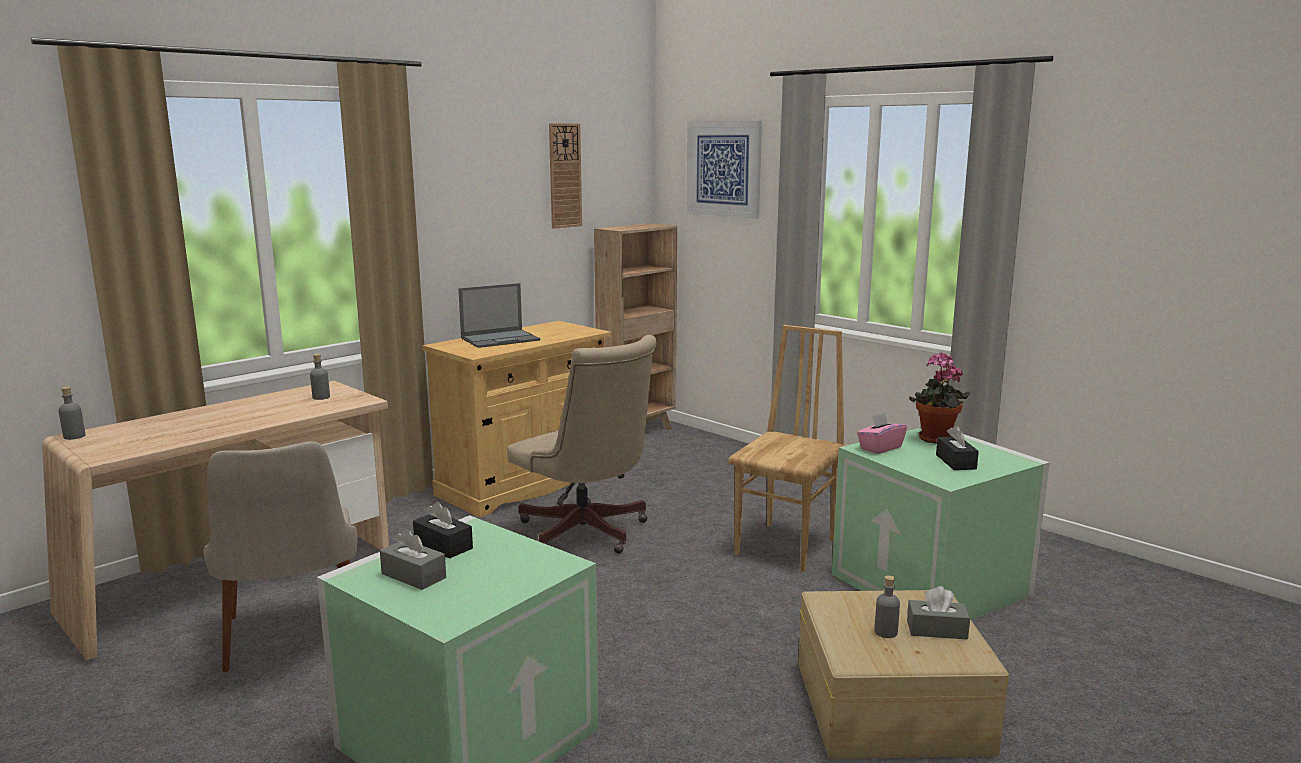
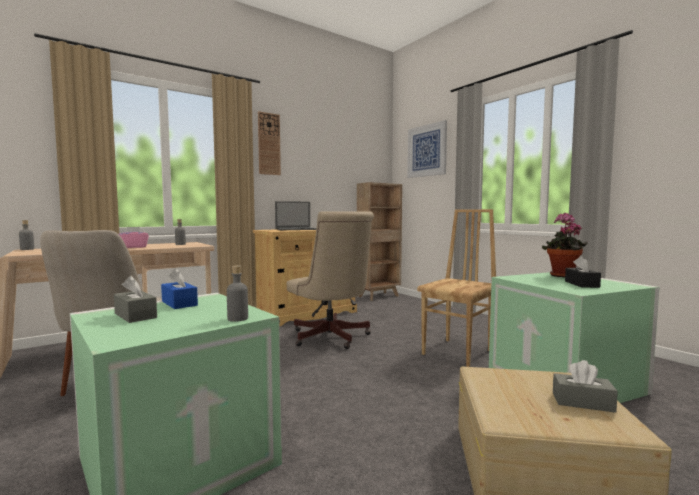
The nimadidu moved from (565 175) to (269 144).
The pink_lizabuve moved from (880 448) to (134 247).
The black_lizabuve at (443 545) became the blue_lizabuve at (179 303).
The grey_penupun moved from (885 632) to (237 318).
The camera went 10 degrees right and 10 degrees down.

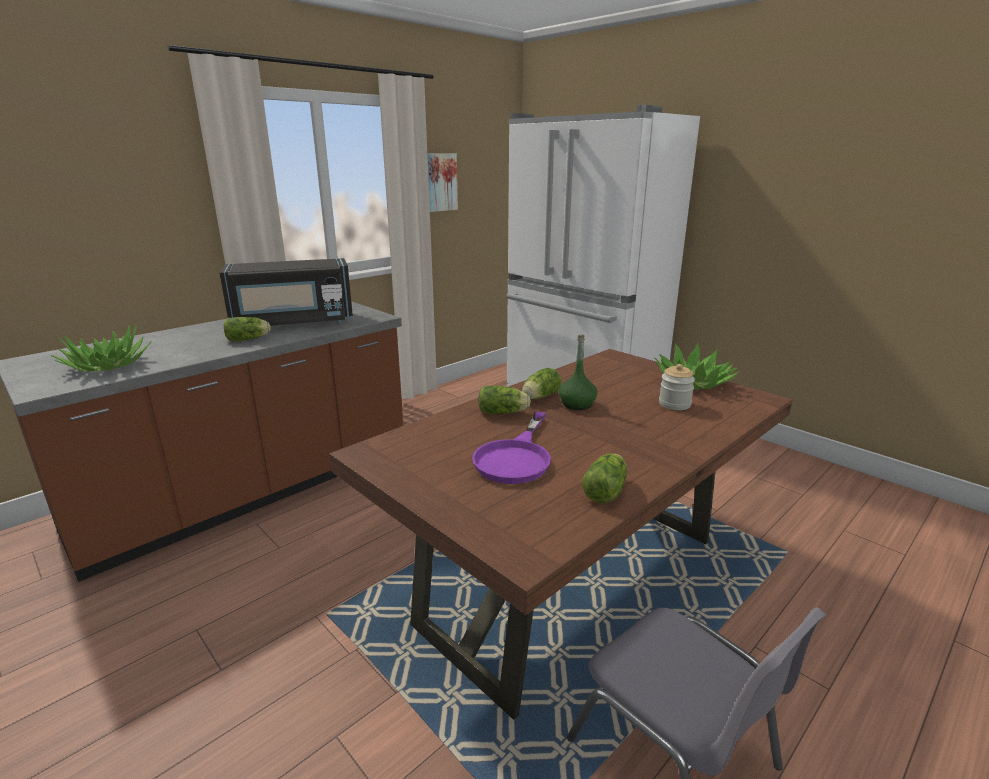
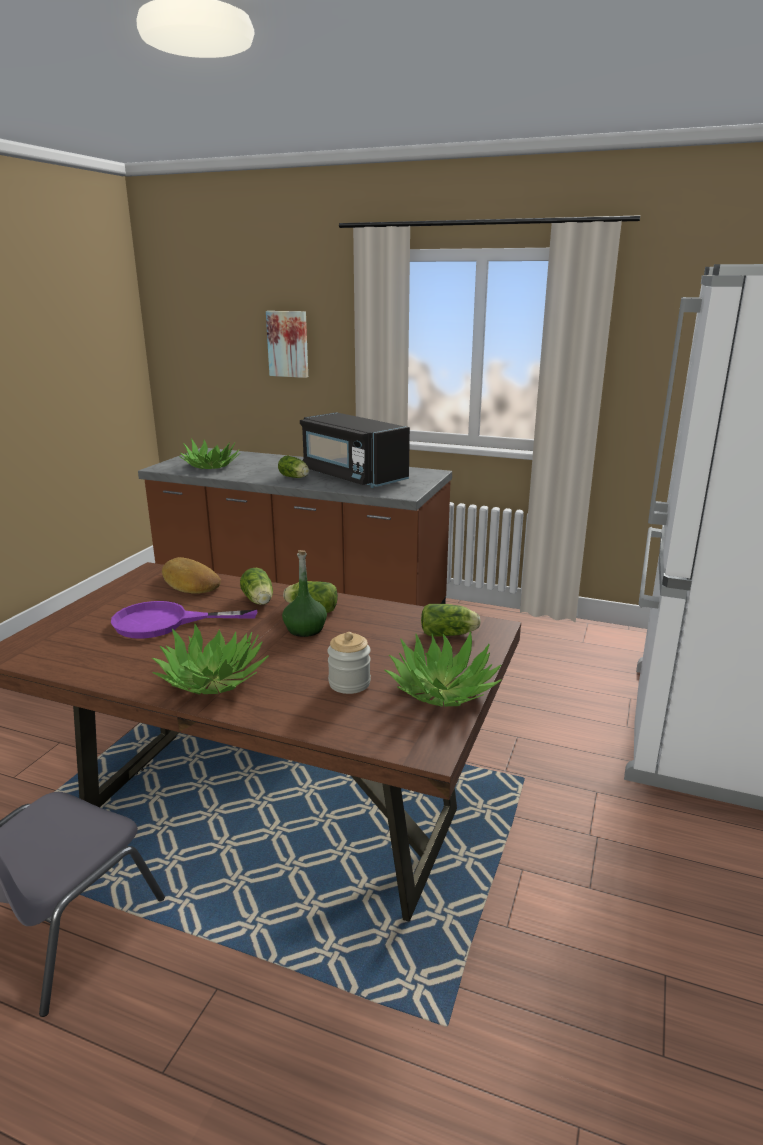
The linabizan moved from (440 182) to (288 344).
The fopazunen moved from (606 490) to (450 634).
The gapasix at (189 583) appeared.
The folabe at (213 679) appeared.
The camera went 65 degrees right and 0 degrees up.

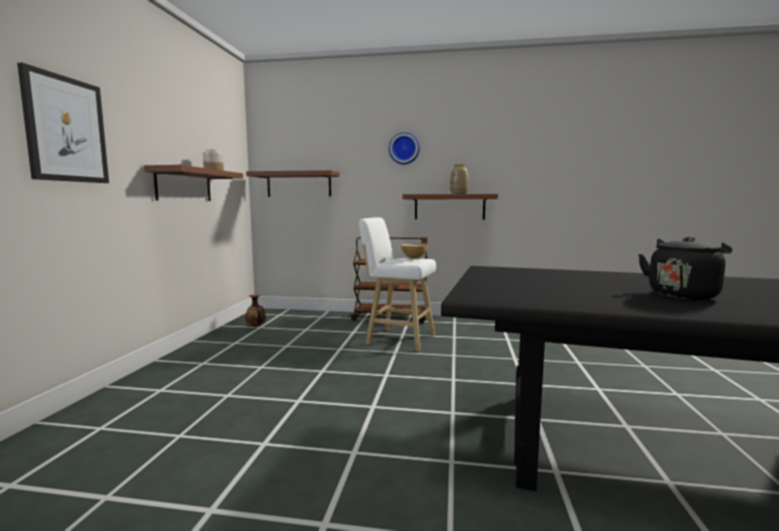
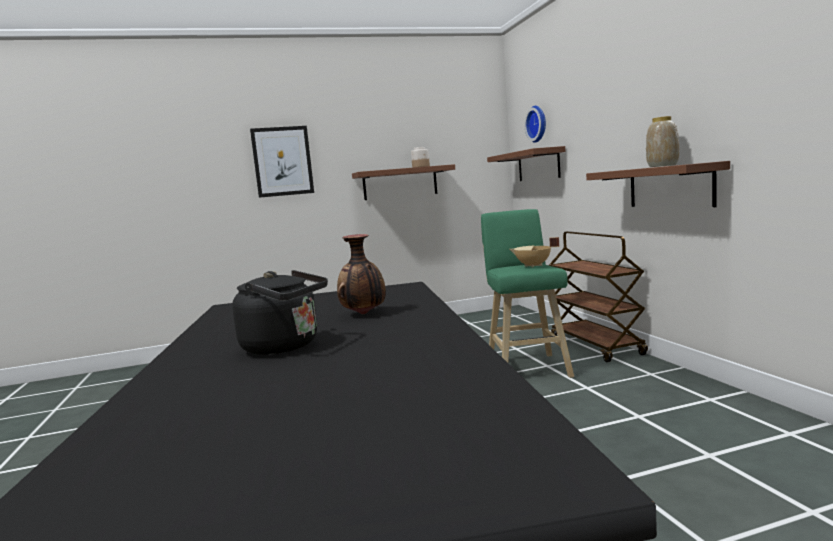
The nimadidu moved from (404 148) to (538 124).
The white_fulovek at (397 339) became the green_fulovek at (527 368).
The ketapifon moved from (256 326) to (364 314).
The camera went 65 degrees right and 0 degrees up.

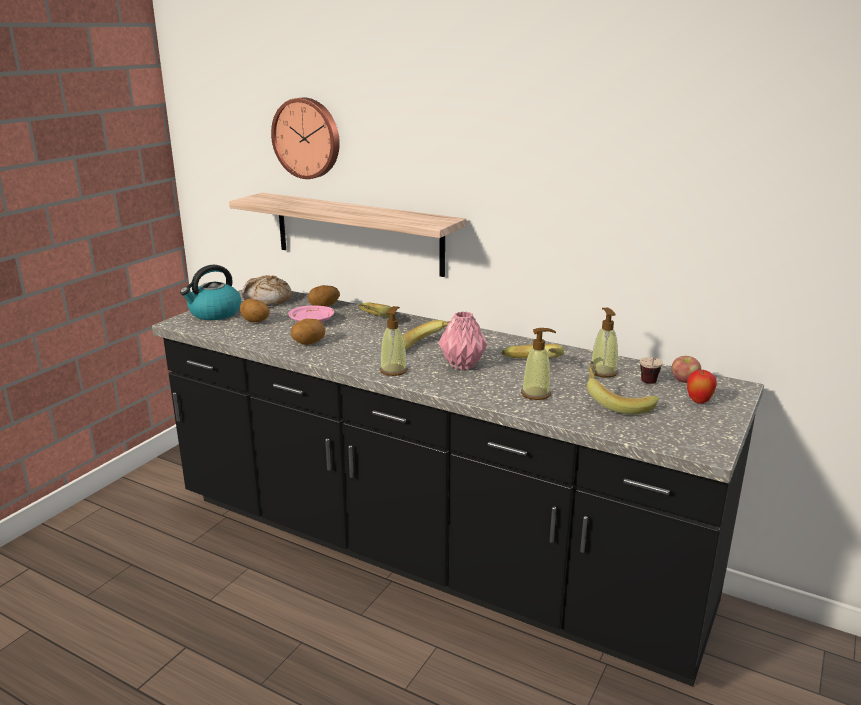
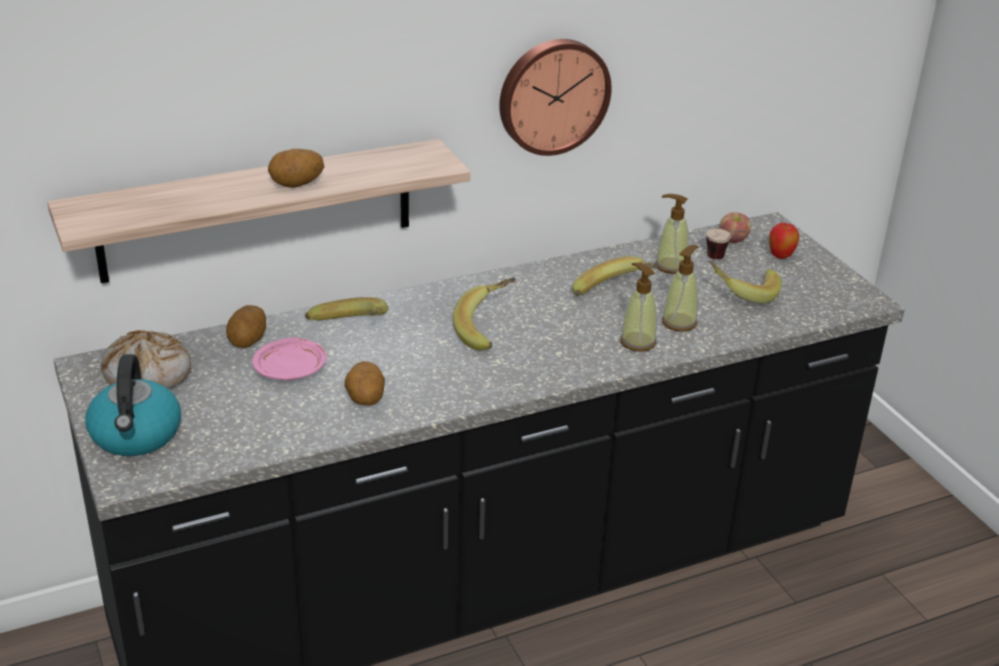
The nimadidu moved from (307 138) to (552 95).
The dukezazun moved from (255 322) to (297 185).
The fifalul moved from (393 370) to (637 342).
The pink_ketapifon at (463 365) disappeared.
The camera went 55 degrees left and 10 degrees up.

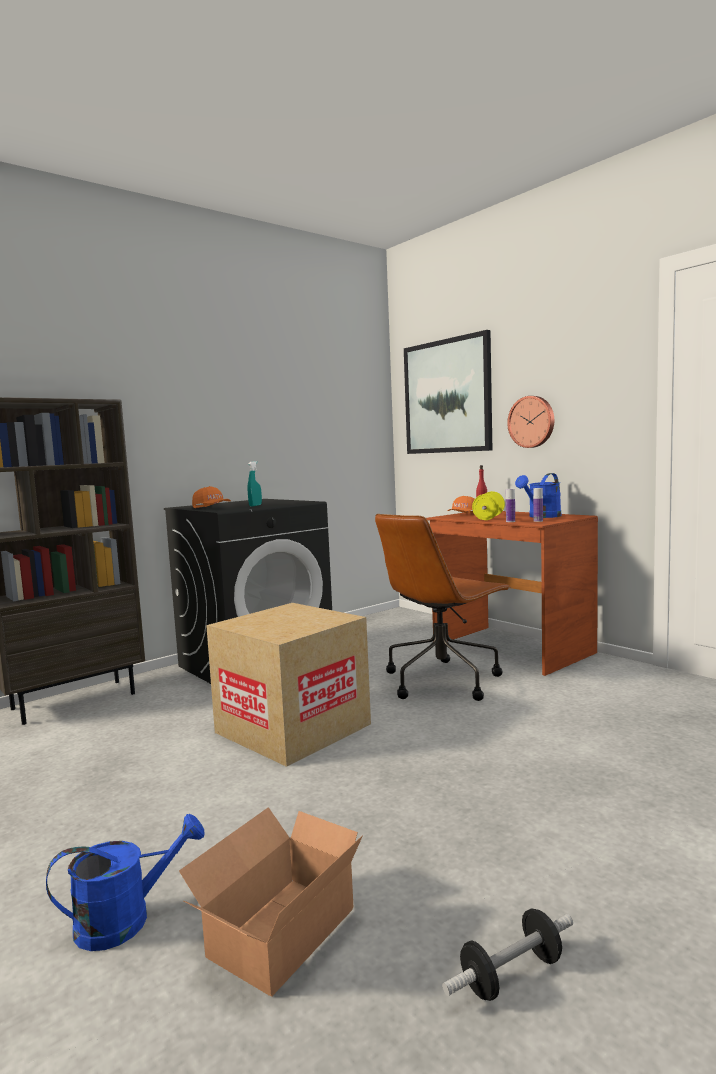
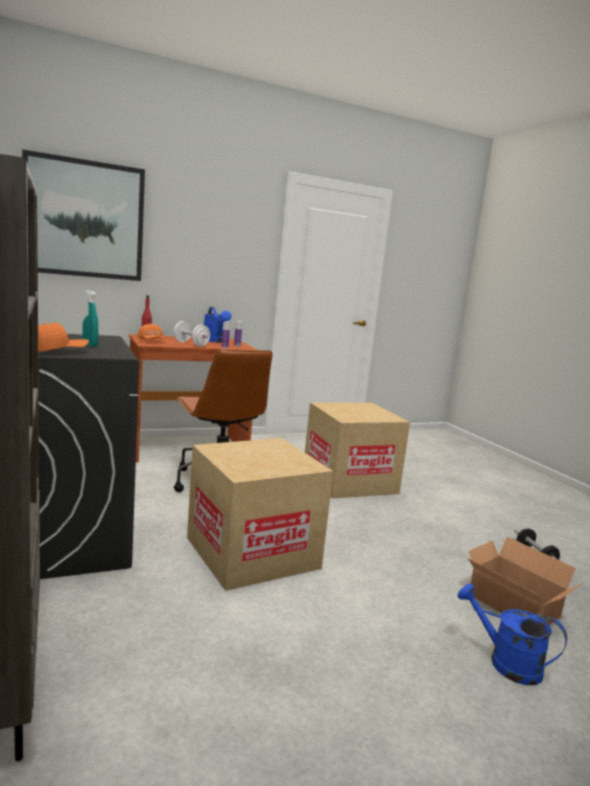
The nimadidu at (532 422) disappeared.
The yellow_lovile at (489 518) became the white_lovile at (191 344).
The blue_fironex at (126 919) turned 45 degrees counterclockwise.
The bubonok at (349 481) appeared.
The camera went 75 degrees left and 5 degrees up.

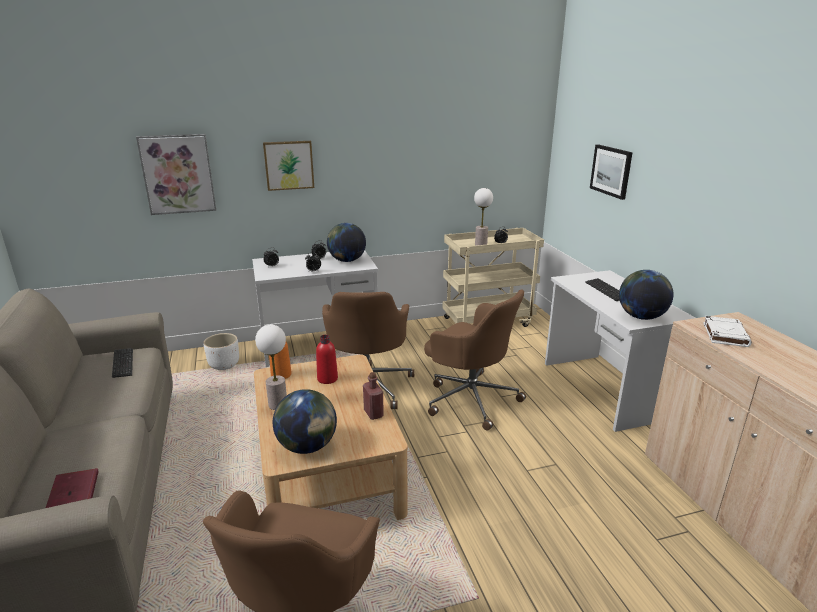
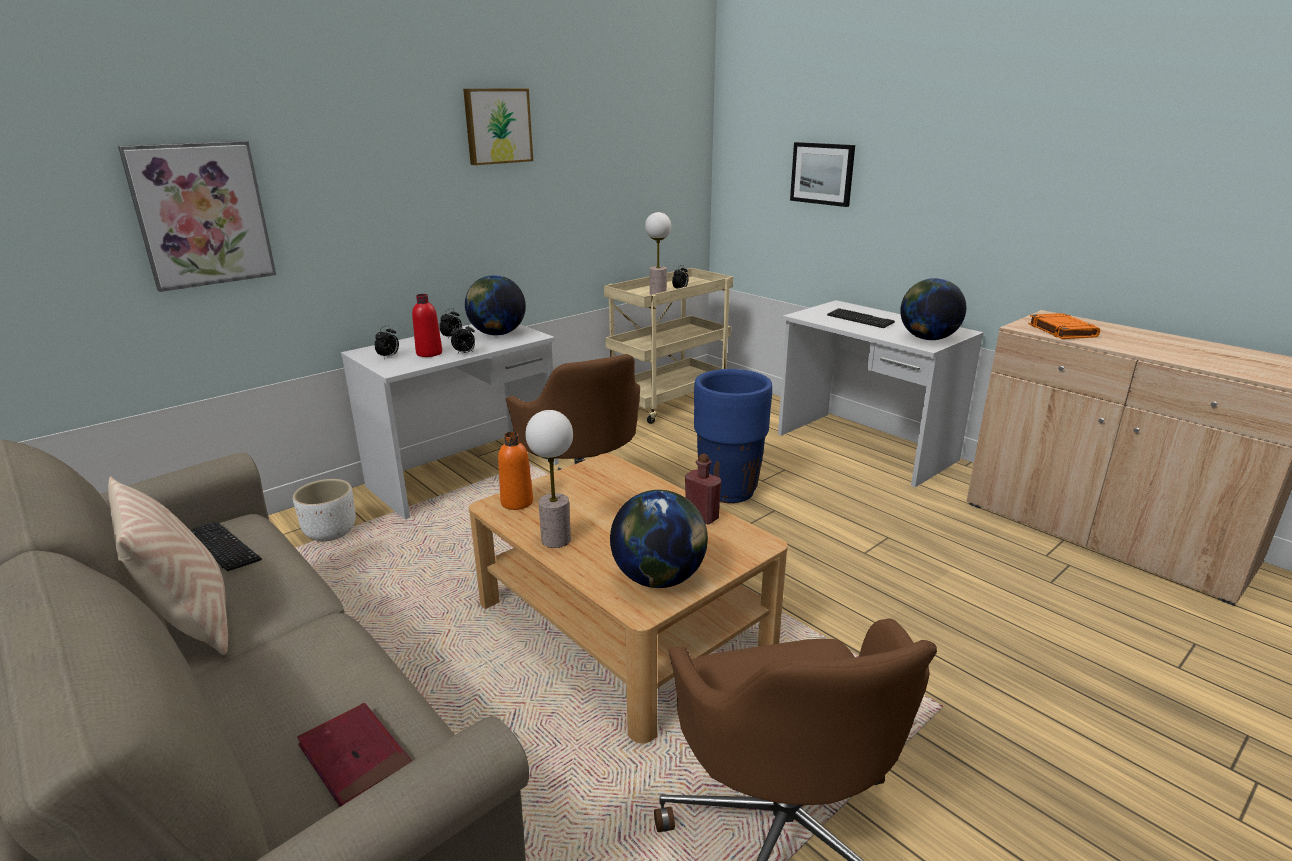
The linabizan moved from (289 165) to (497 126).
The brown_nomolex at (470 398) was replaced by the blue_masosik at (728 491).
The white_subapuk at (724 334) became the orange_subapuk at (1061 330).
The red_penupun moved from (327 379) to (429 353).
The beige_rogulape at (191 622) appeared.
The camera went 25 degrees left and 0 degrees up.

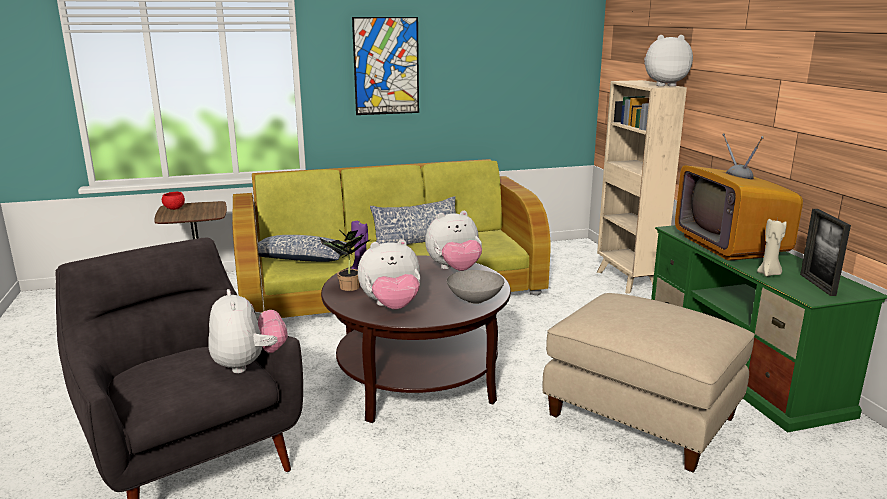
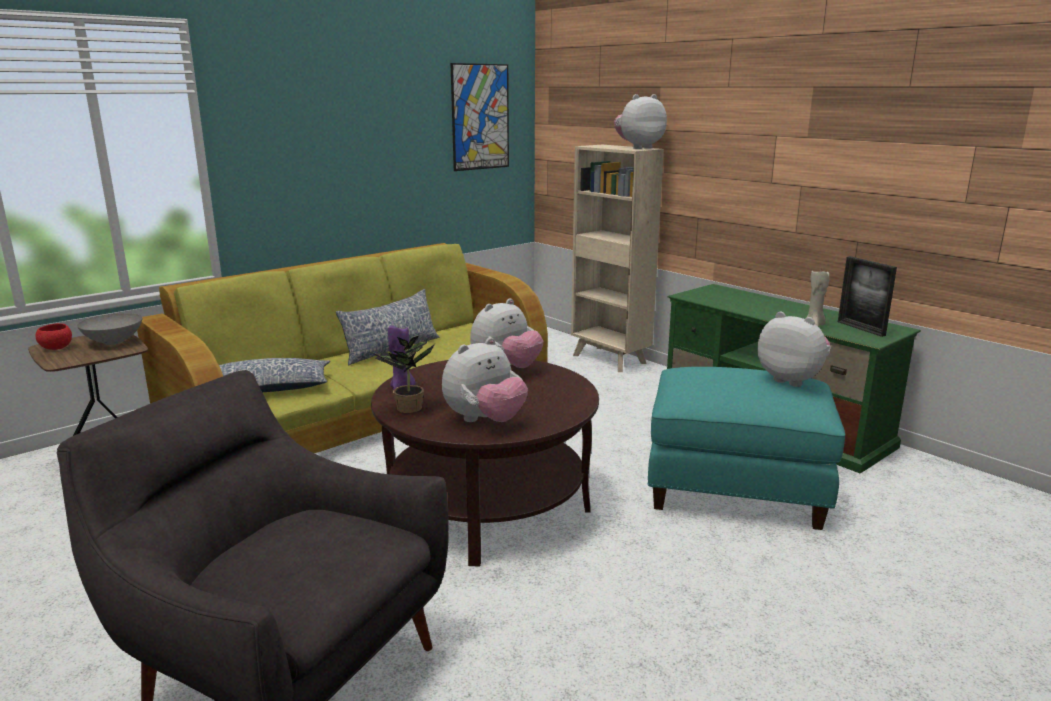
The linabizan moved from (386 66) to (480 117).
The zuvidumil at (729 246) disappeared.
The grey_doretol moved from (476 300) to (115 342).
The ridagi moved from (249 364) to (791 380).
The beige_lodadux at (642 416) became the turquoise_lodadux at (736 488).
The camera went 25 degrees left and 0 degrees up.

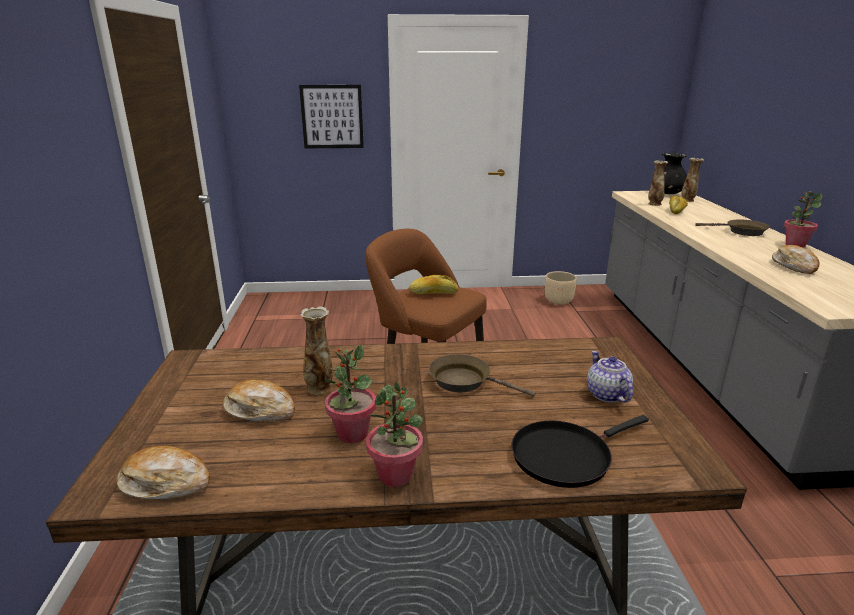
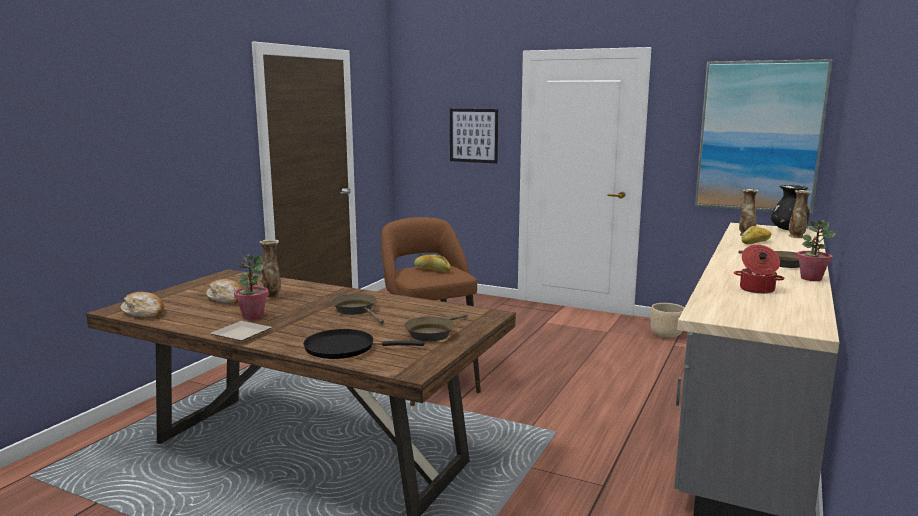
The gapasix at (794 266) was replaced by the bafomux at (756 290).
The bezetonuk at (606 394) was replaced by the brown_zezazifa at (432 333).
The folabe at (396 475) was replaced by the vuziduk at (243 333).
The linabizan at (759 136) appeared.
The camera went 30 degrees right and 10 degrees down.

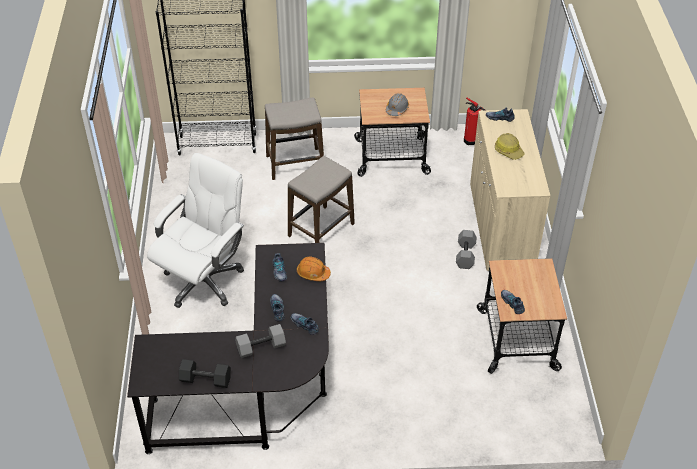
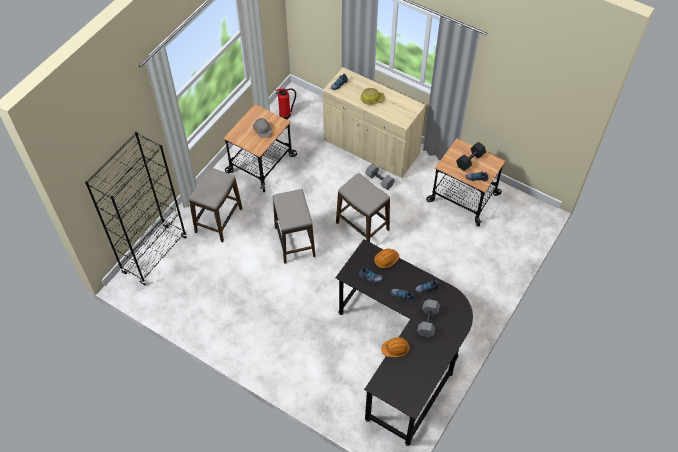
The white_nomolex at (204 280) disappeared.
The black_lovile moved from (206 379) to (470 160).
The fulovek at (362 226) appeared.
The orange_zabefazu at (395 349) appeared.
The camera went 55 degrees left and 10 degrees up.

